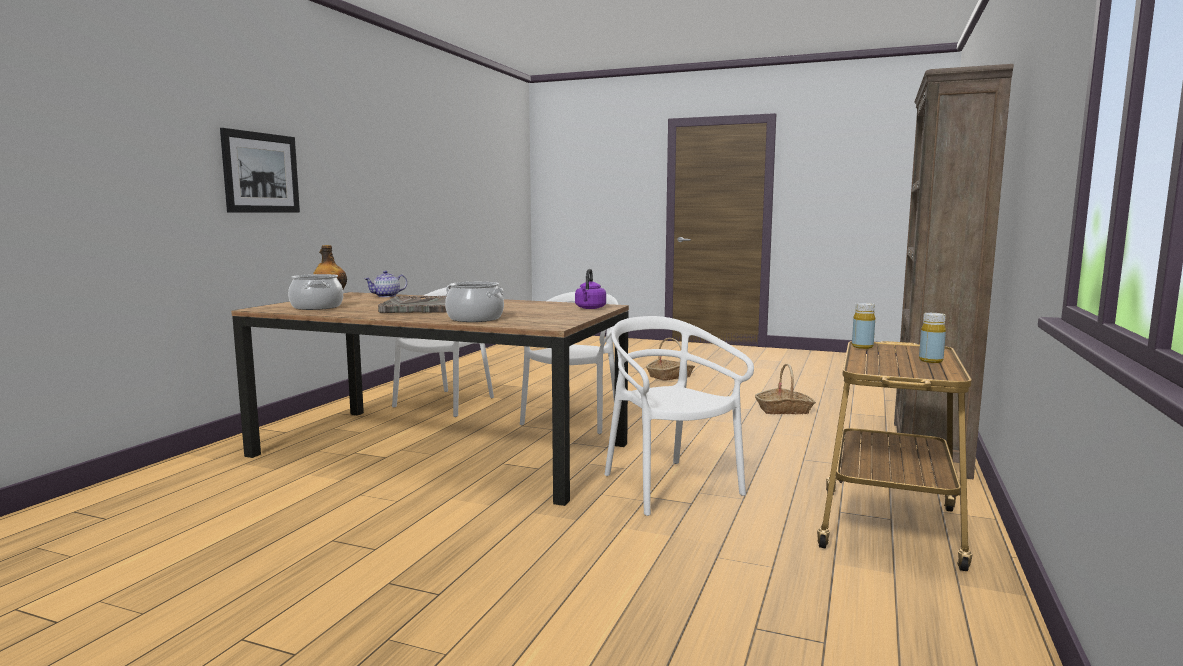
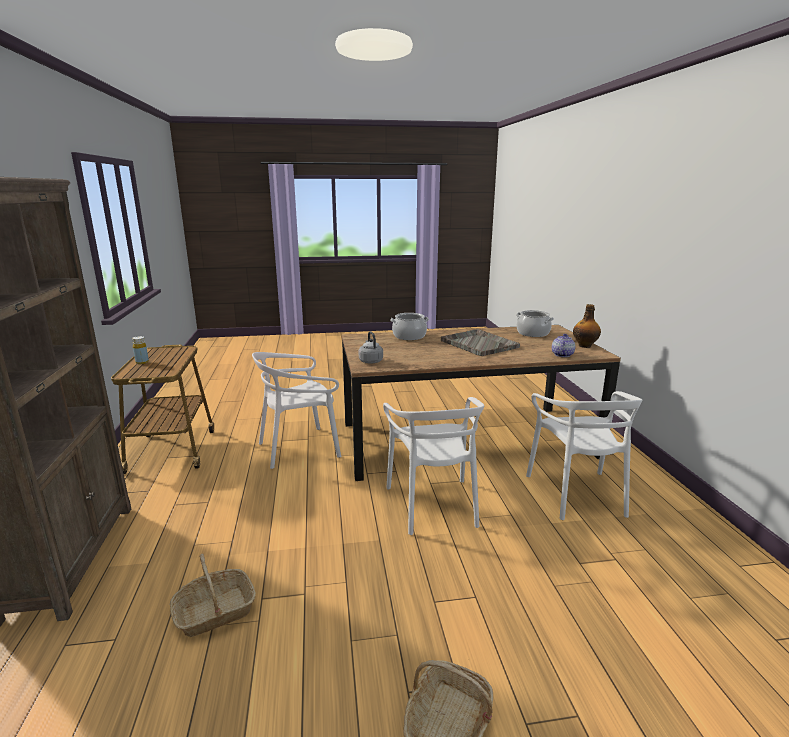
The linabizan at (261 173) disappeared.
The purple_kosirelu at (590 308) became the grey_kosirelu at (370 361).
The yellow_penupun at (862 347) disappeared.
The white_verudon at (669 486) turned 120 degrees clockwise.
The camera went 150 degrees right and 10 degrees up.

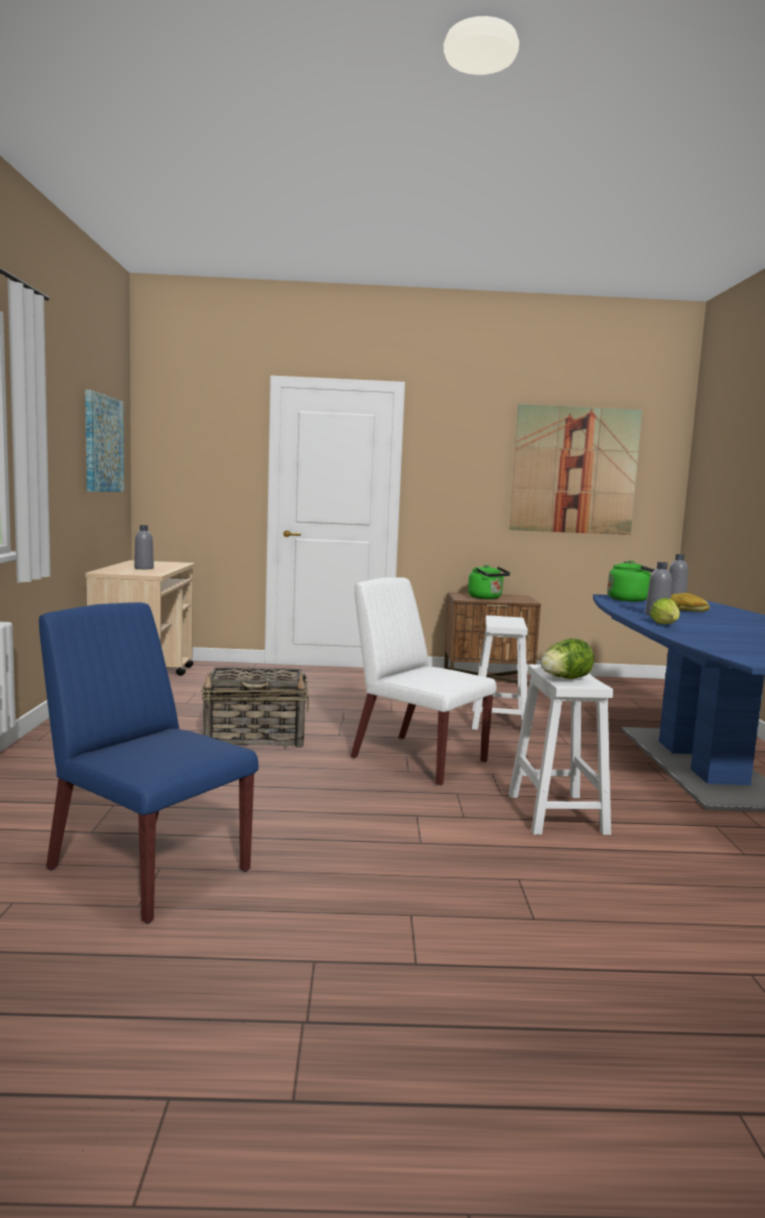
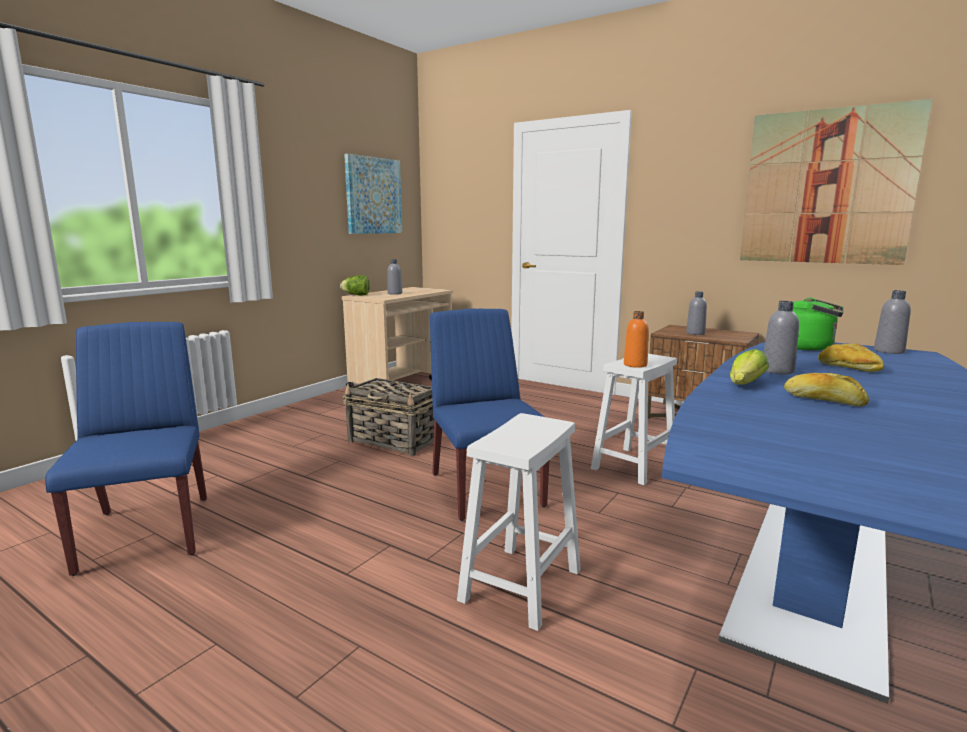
The green_kosirelu at (486 598) was replaced by the grey_penupun at (695 333).
The white_verudon at (417 759) became the blue_verudon at (485 489).
The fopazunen moved from (564 679) to (356 295).
The orange_penupun at (635 365) appeared.
The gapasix at (823 400) appeared.
The camera went 35 degrees right and 5 degrees up.

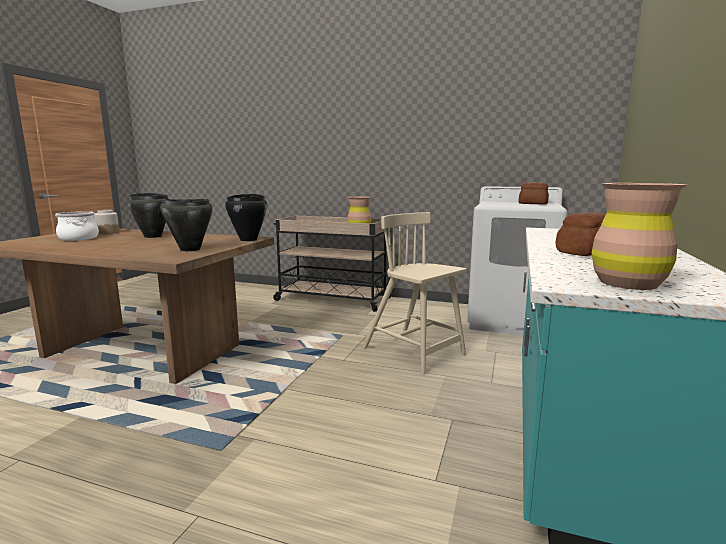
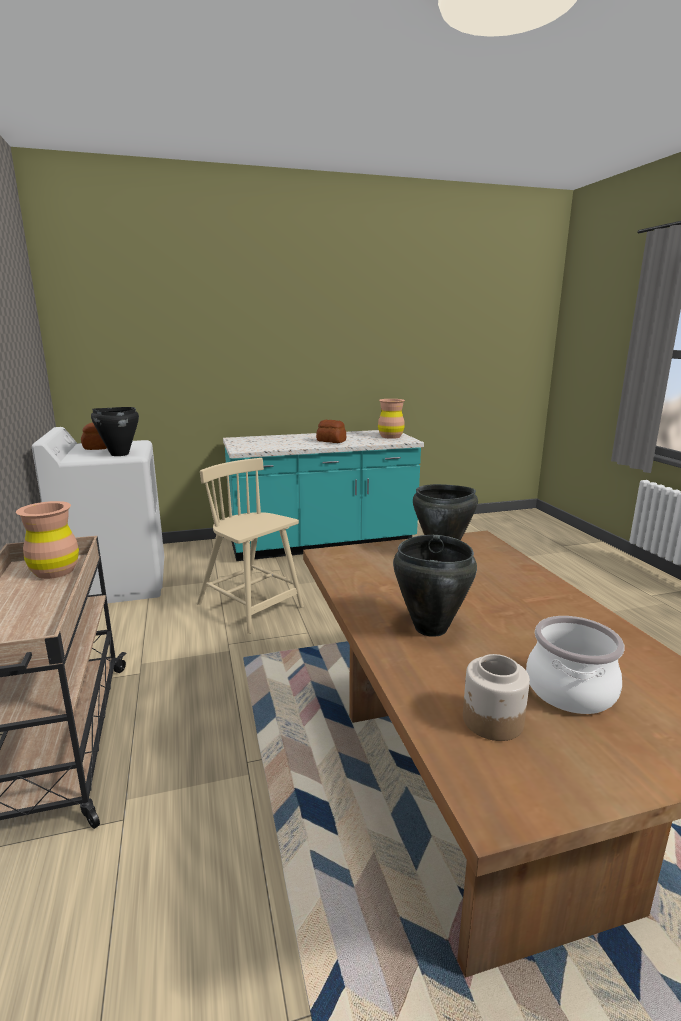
The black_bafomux moved from (249 240) to (119 454).
The beige_verudon at (415 352) turned 120 degrees clockwise.
The camera went 125 degrees left and 5 degrees up.

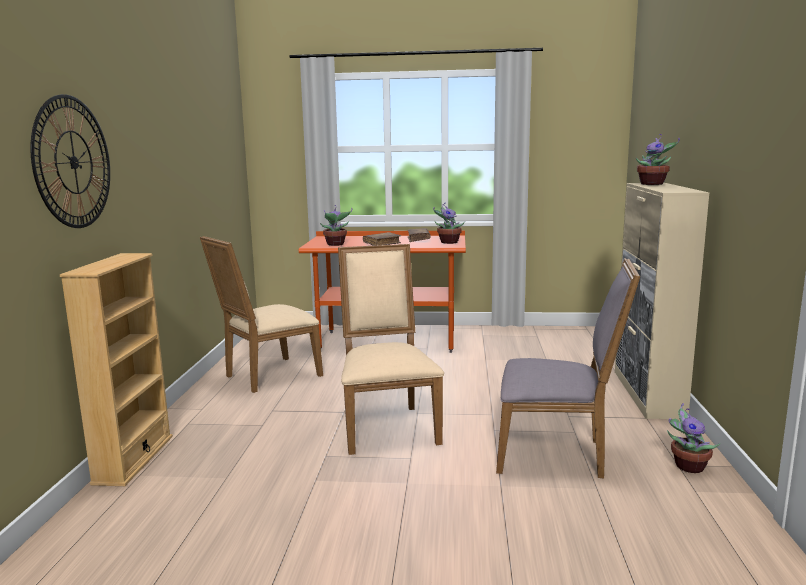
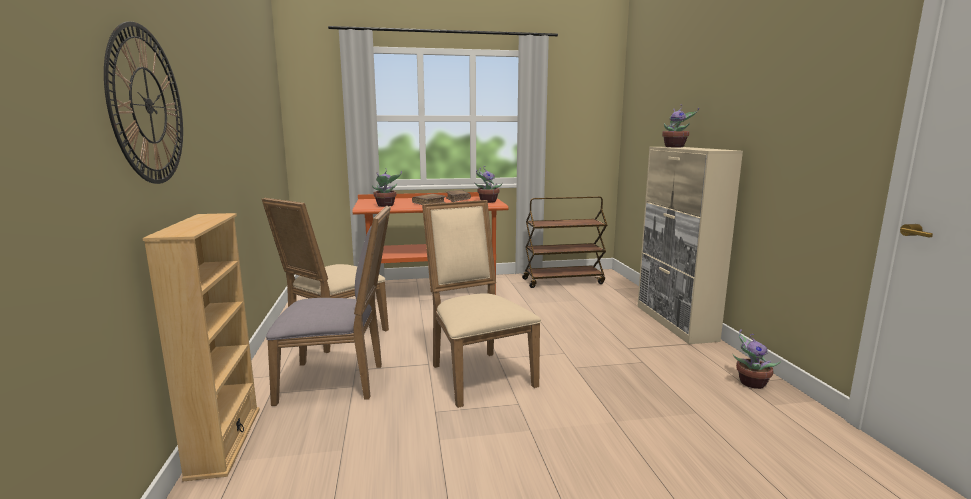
The grey_verudon moved from (557 454) to (338 382).
The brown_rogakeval at (563 281) appeared.
The camera went 15 degrees left and 0 degrees up.

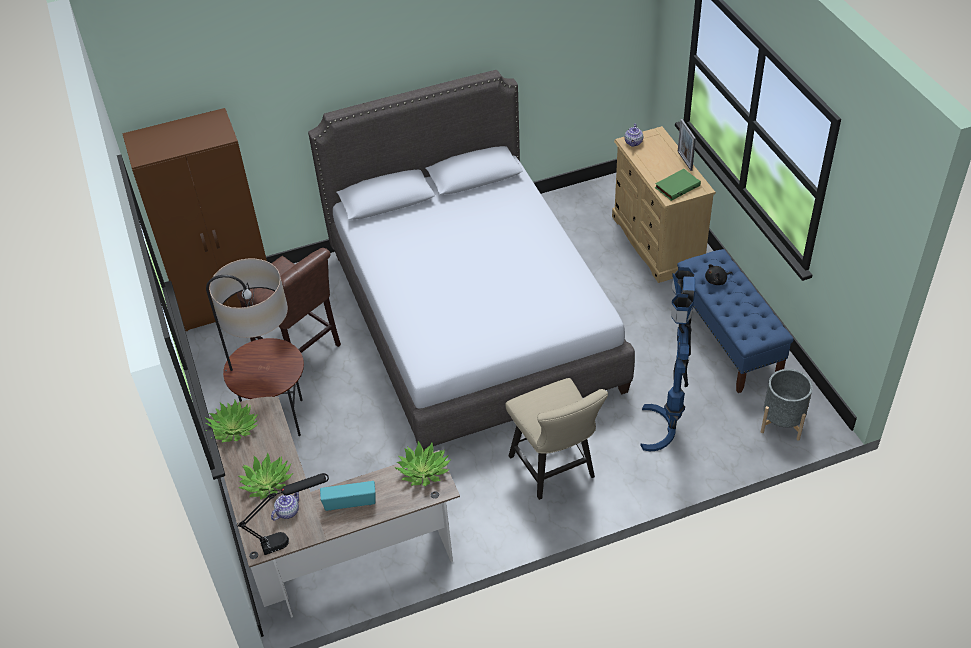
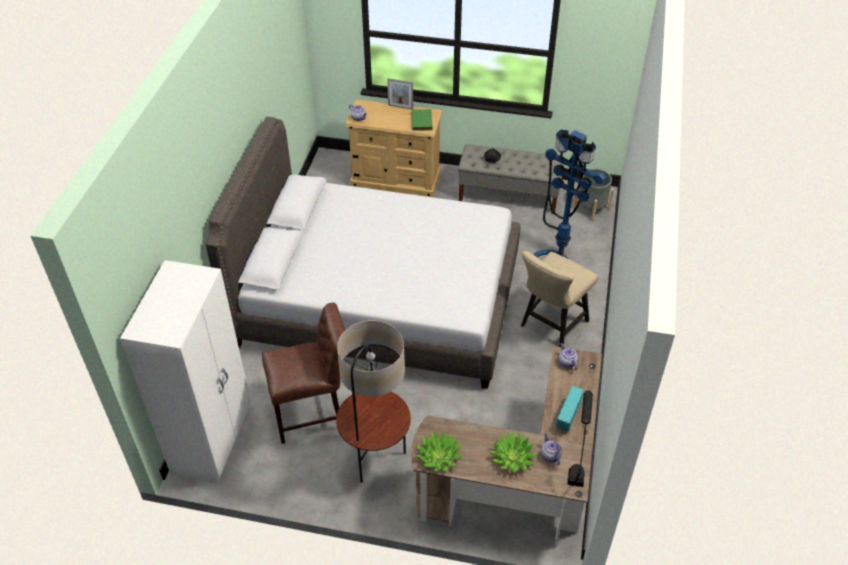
The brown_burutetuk at (228 302) became the white_burutetuk at (213 439).
The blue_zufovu at (727 340) became the grey_zufovu at (509 196).
The beige_verudon at (555 470) turned 120 degrees clockwise.
The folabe at (423 471) was replaced by the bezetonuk at (566 362).
The camera went 60 degrees left and 0 degrees up.

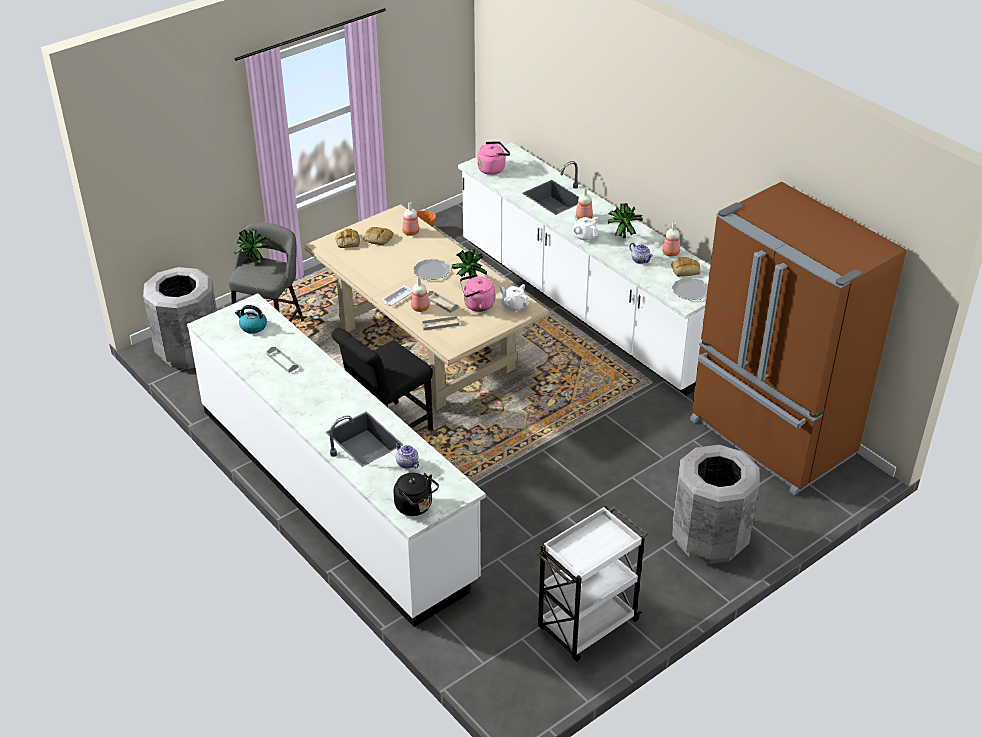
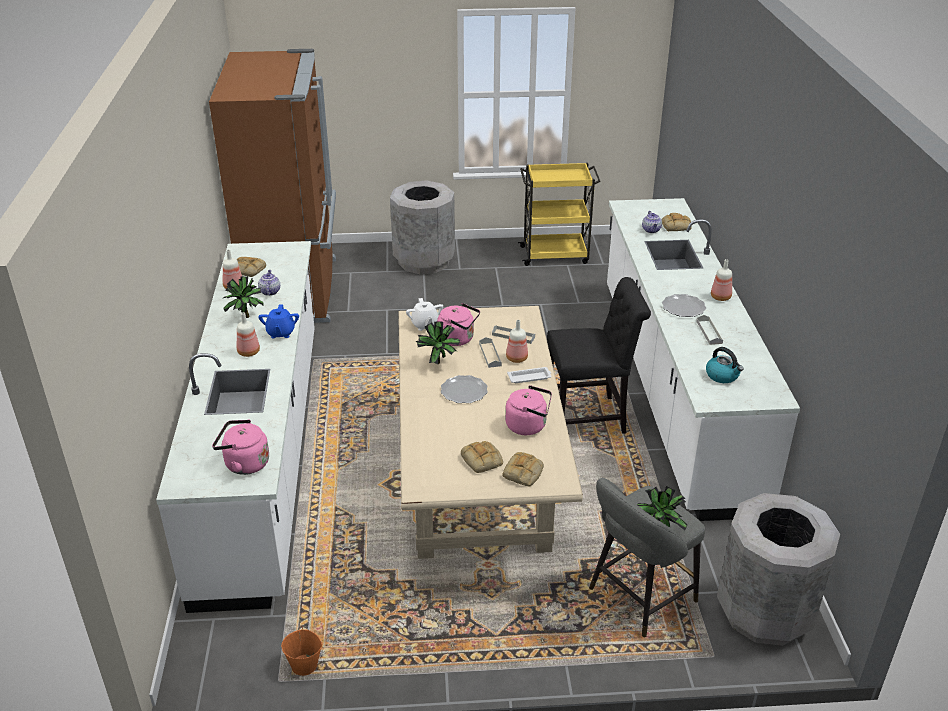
The penupun moved from (410 232) to (721 297).
The white_bezetonuk at (584 236) became the blue_bezetonuk at (280 333).
The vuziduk moved from (691 291) to (683 307).
The black_kosirelu at (415 507) disappeared.
The white_rogakeval at (586 626) became the yellow_rogakeval at (555 255).
The gapasix at (676 226) appeared.
The pink_kosirelu at (528 426) appeared.
The camera went 145 degrees left and 5 degrees down.

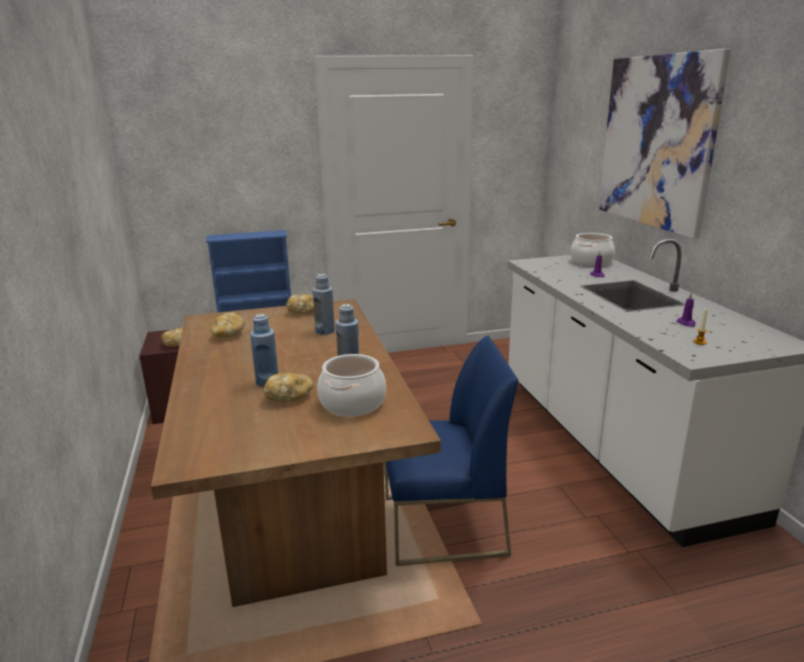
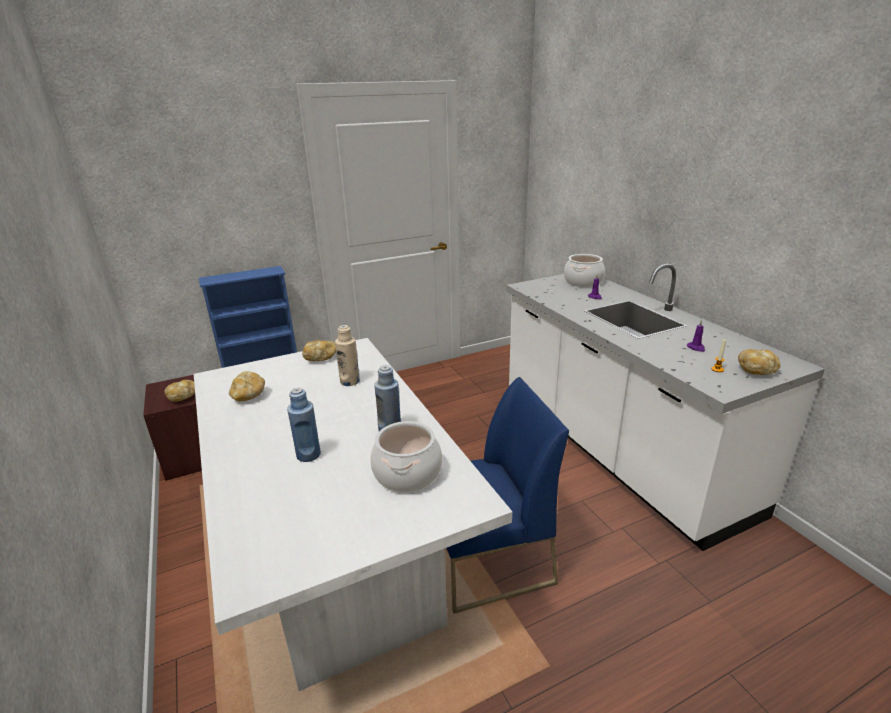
The linabizan at (656 142) disappeared.
The blue_penupun at (325 331) became the beige_penupun at (350 381).
The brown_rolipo at (299 507) became the white_rolipo at (341 559).
The gapasix moved from (289 397) to (756 370).
The camera went 10 degrees left and 5 degrees up.

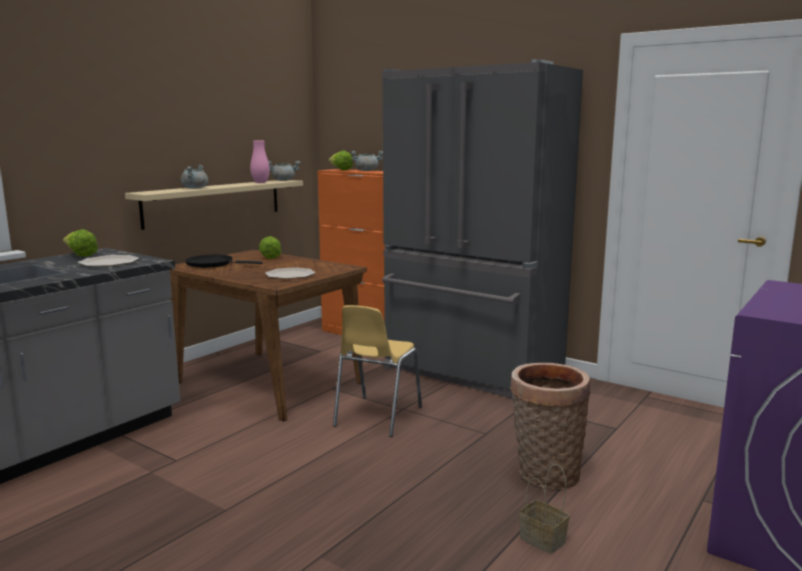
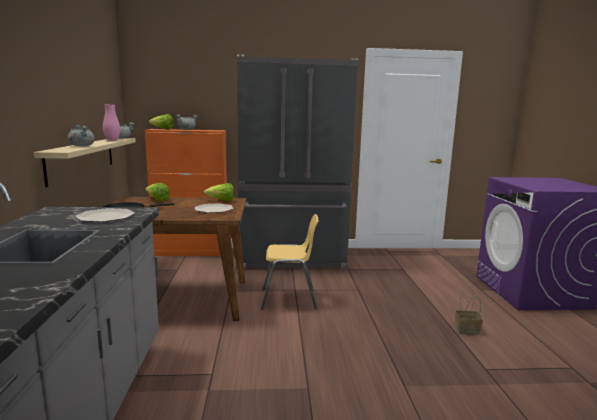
The fopazunen moved from (80 255) to (221 201).
The yellow_verudon at (377 417) turned 75 degrees counterclockwise.
The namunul at (545 474) disappeared.
The camera went 40 degrees left and 0 degrees up.

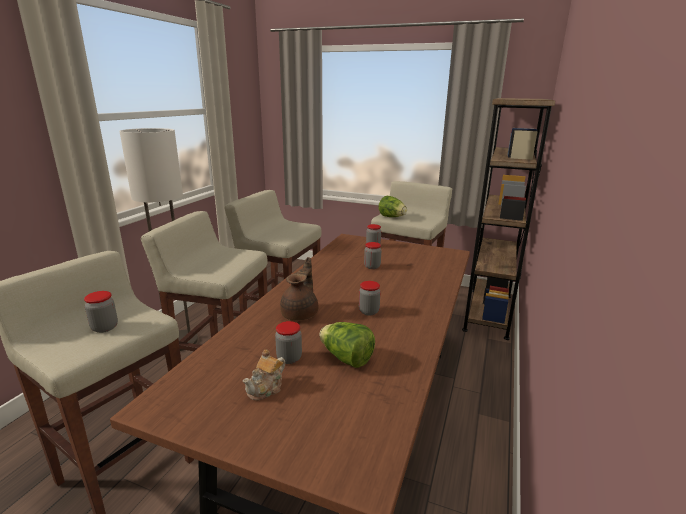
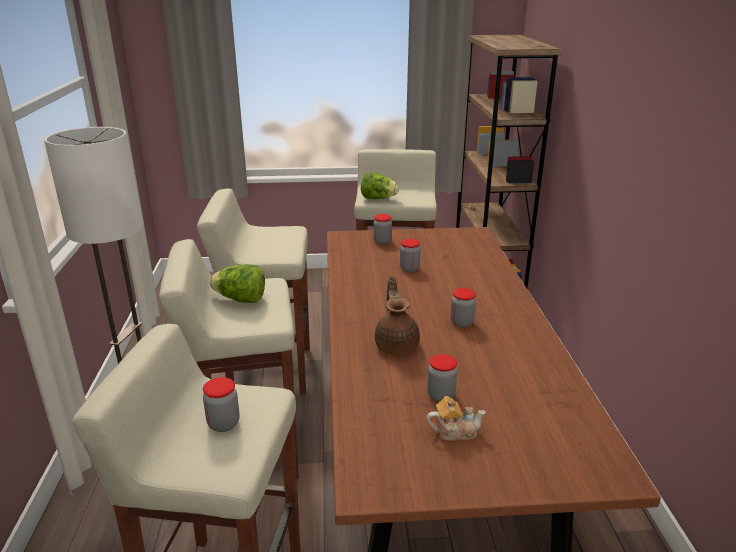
The fopazunen moved from (346 358) to (240 299).
The bezetonuk at (266 388) turned 105 degrees counterclockwise.
The camera went 25 degrees left and 5 degrees up.

